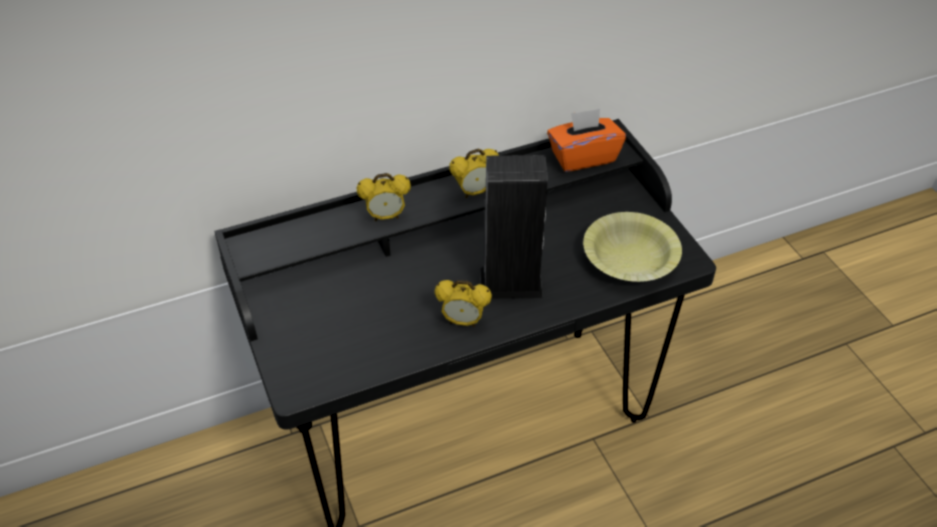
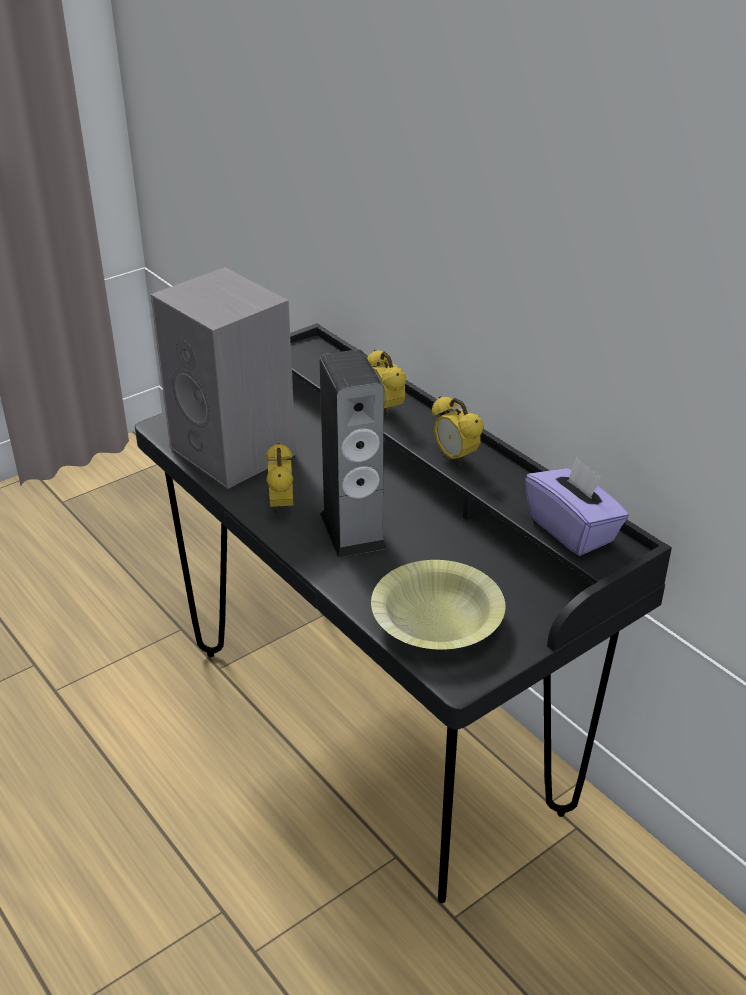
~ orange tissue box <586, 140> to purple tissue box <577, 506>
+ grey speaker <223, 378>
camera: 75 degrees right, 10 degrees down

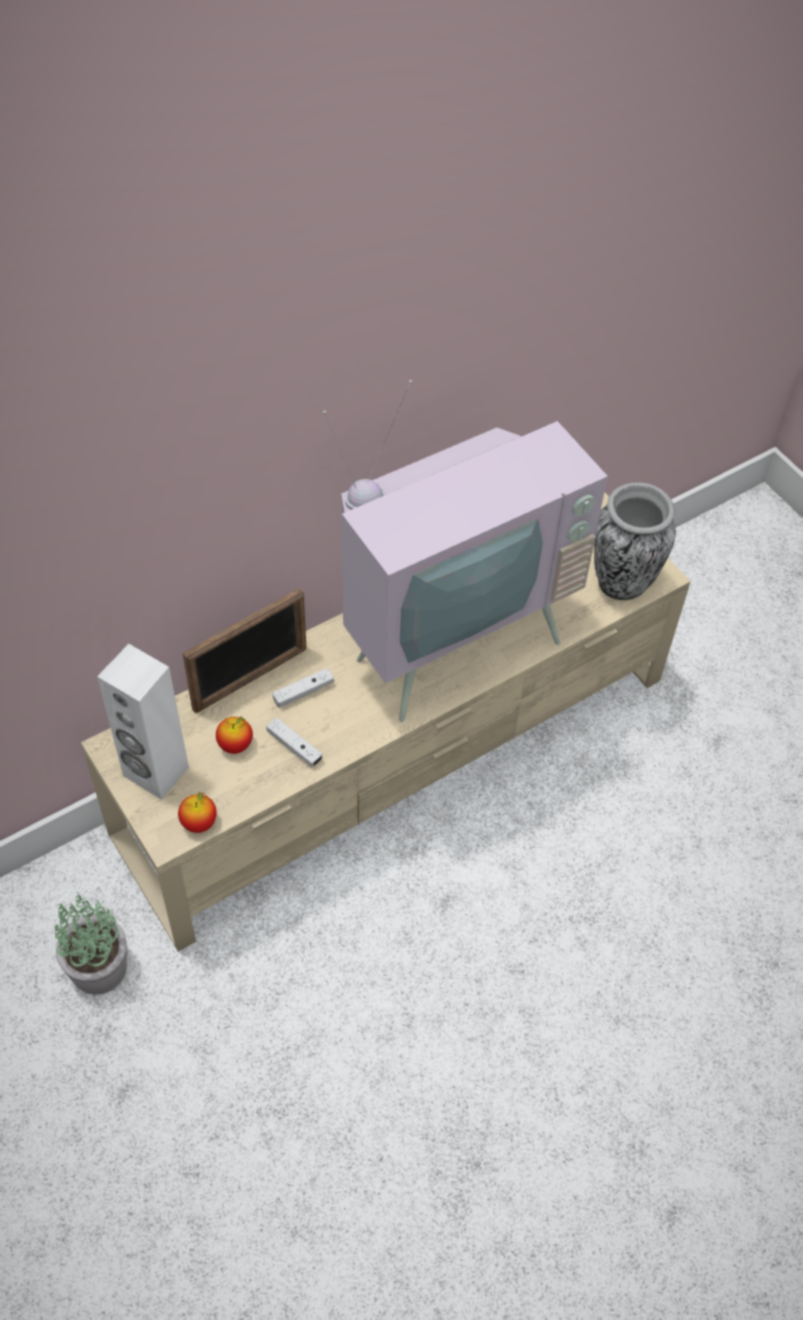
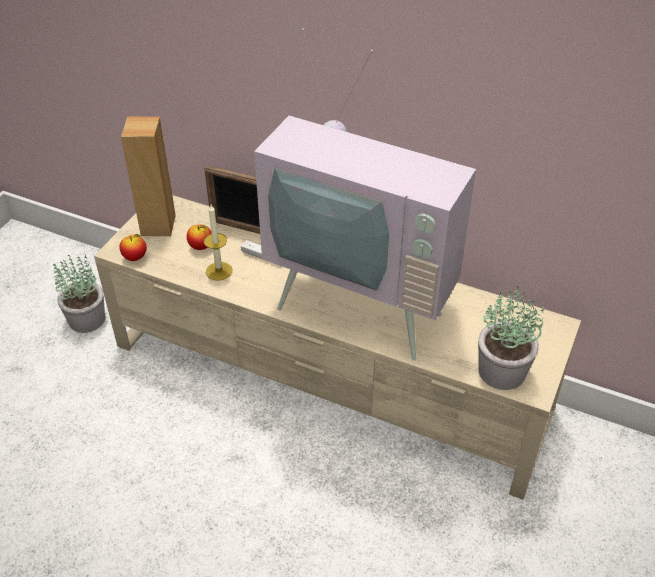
~ vase <635, 541> to potted plant <511, 338>
~ white speaker <143, 721> to brown speaker <148, 176>
~ white game controller <294, 742> to candle <218, 242>
camera: 60 degrees right, 10 degrees down

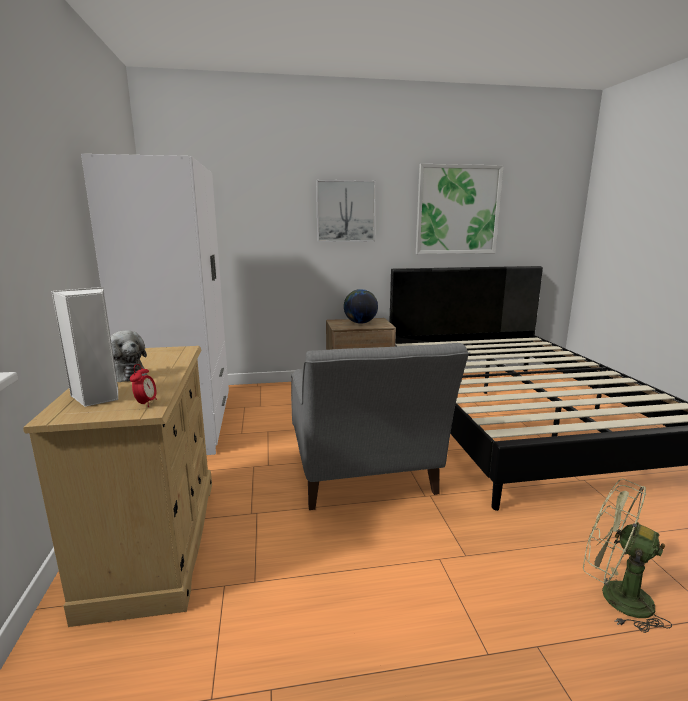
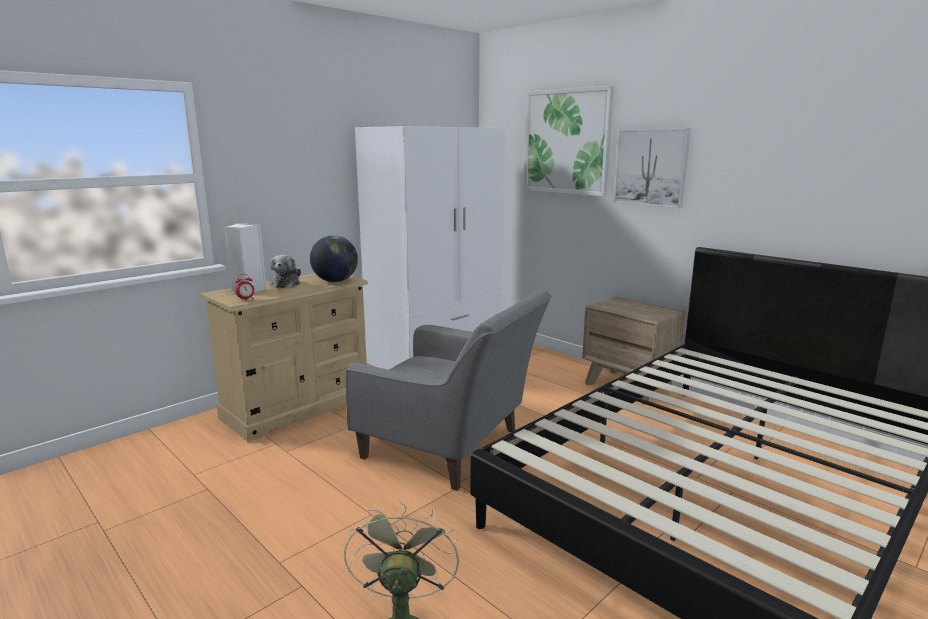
~ picture <460, 209> to <569, 141>
~ globe <361, 306> to <334, 258>
~ grey armchair <380, 426> = <449, 390> 105 degrees counterclockwise
camera: 55 degrees right, 0 degrees up

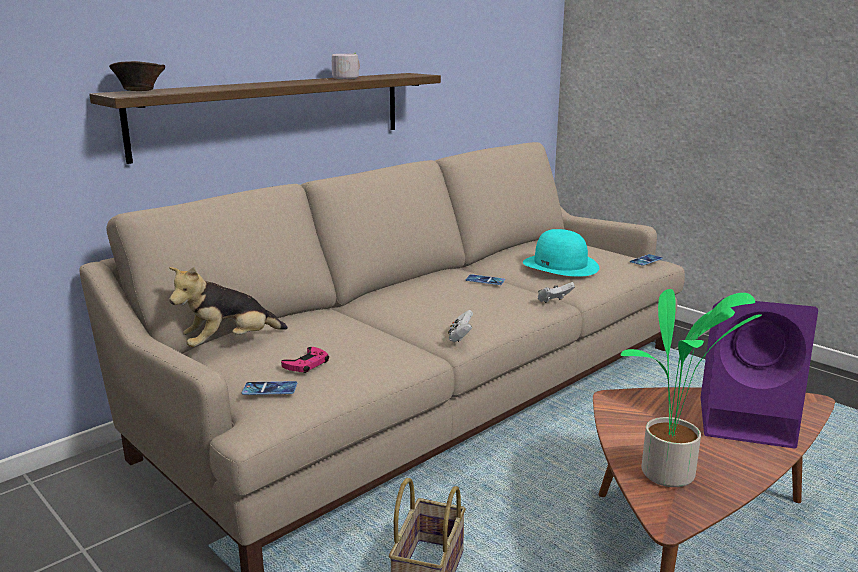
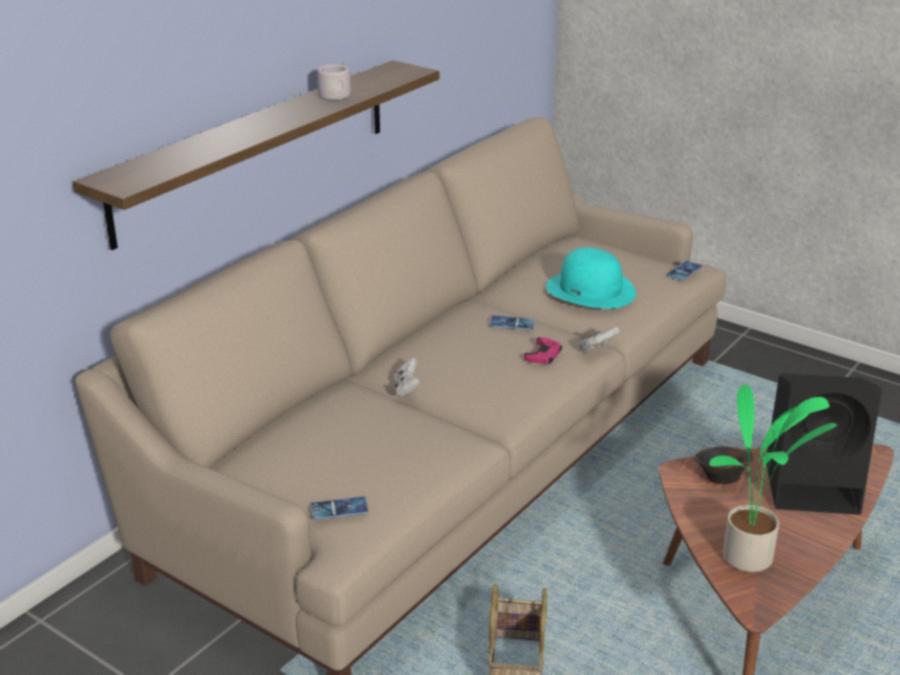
~ brown bowl <137, 76> to <723, 465>
- plush toy <228, 307>
~ purple speaker <759, 373> to black speaker <824, 444>
~ white game controller <460, 326> to <407, 377>
~ pink game controller <305, 360> to <543, 350>
camera: 10 degrees left, 10 degrees up

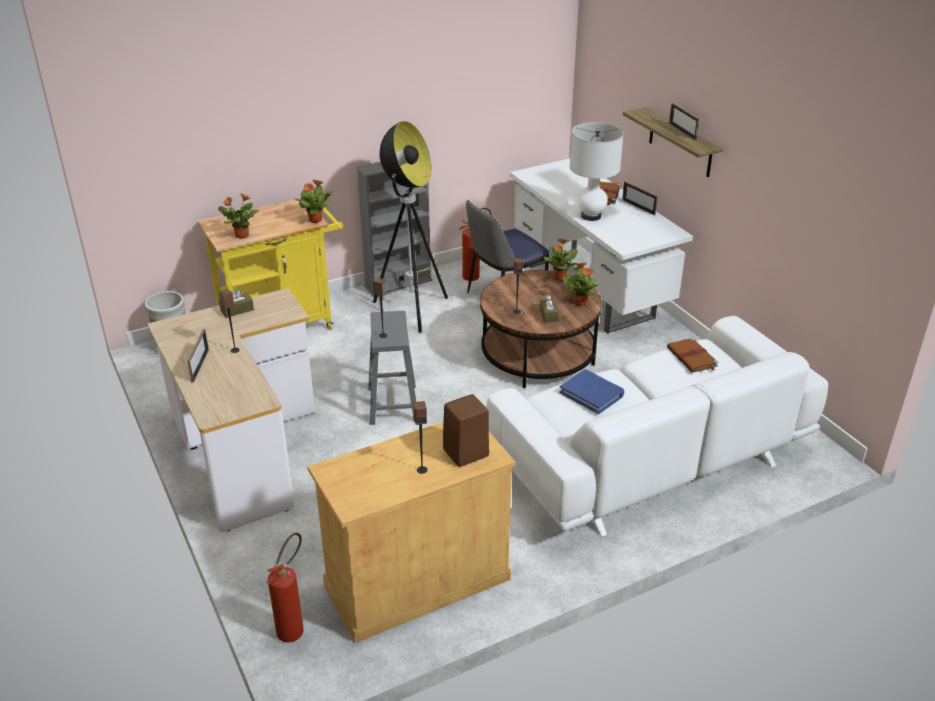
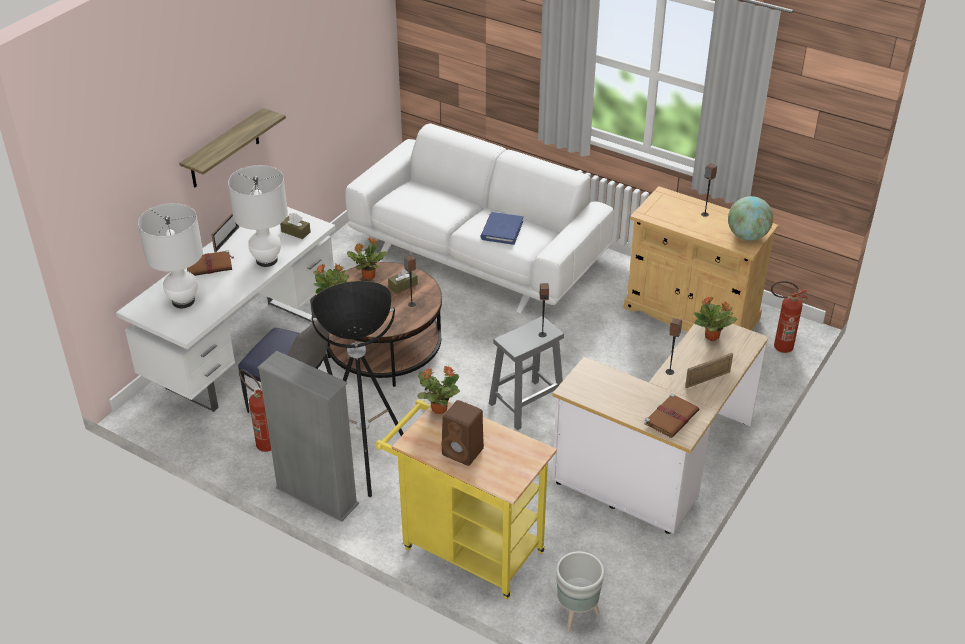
- picture frame <684, 121>
~ potted plant <239, 216> to <715, 319>
~ brown tissue box <236, 303> to <295, 226>
~ brown book <692, 355> to <672, 415>
~ brown speaker <466, 430> to <462, 433>
+ globe <750, 218>
+ white table lamp <170, 255>
camera: 120 degrees left, 5 degrees up

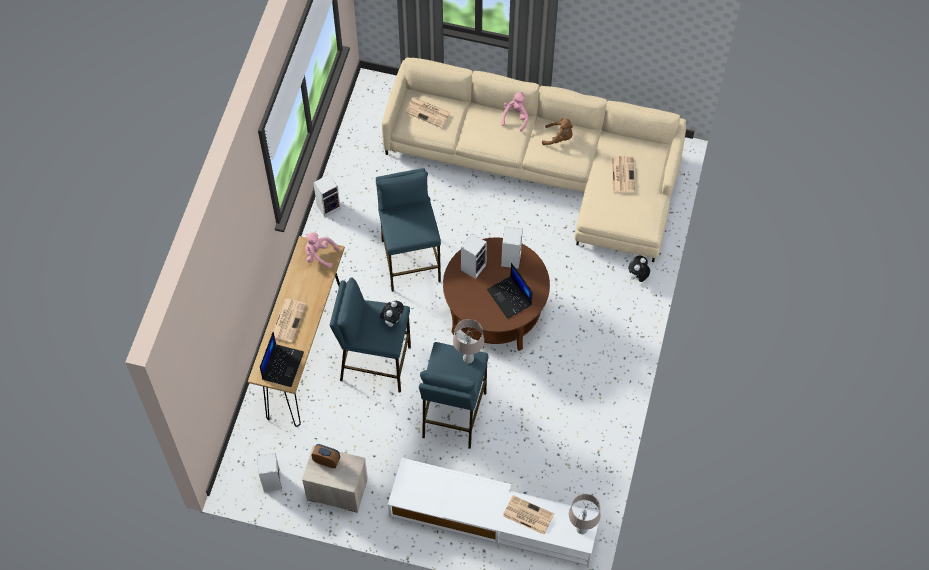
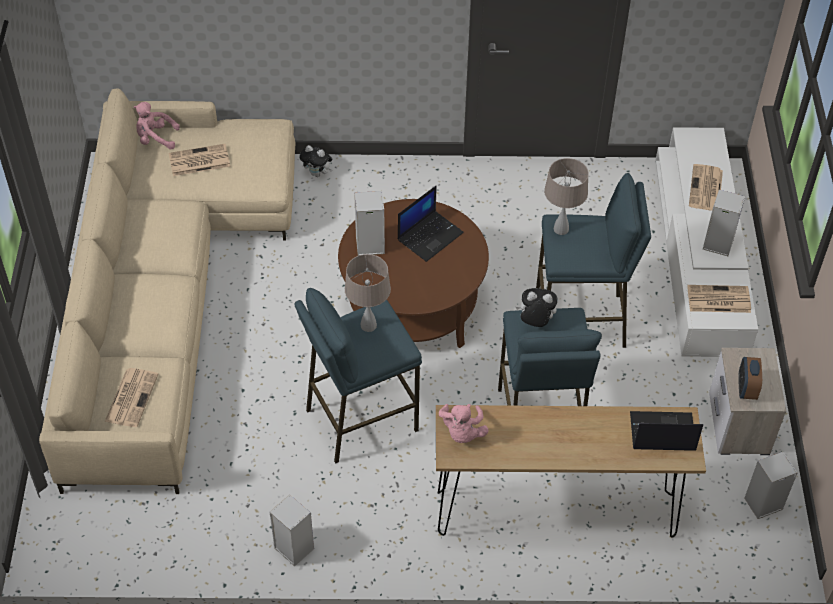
~ pink plush toy <515, 112> to <157, 125>
- brown plush toy <557, 131>
~ speaker <474, 256> to <724, 222>
~ newspaper <289, 321> to <719, 299>
~ beige table lamp <585, 514> to <368, 293>
camera: 105 degrees left, 10 degrees down

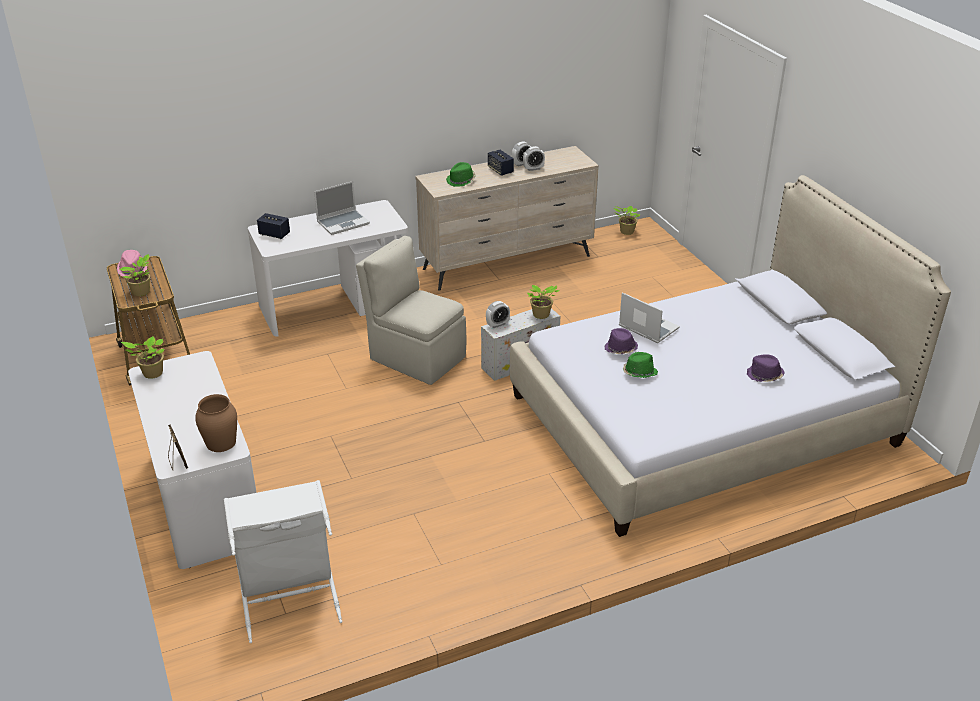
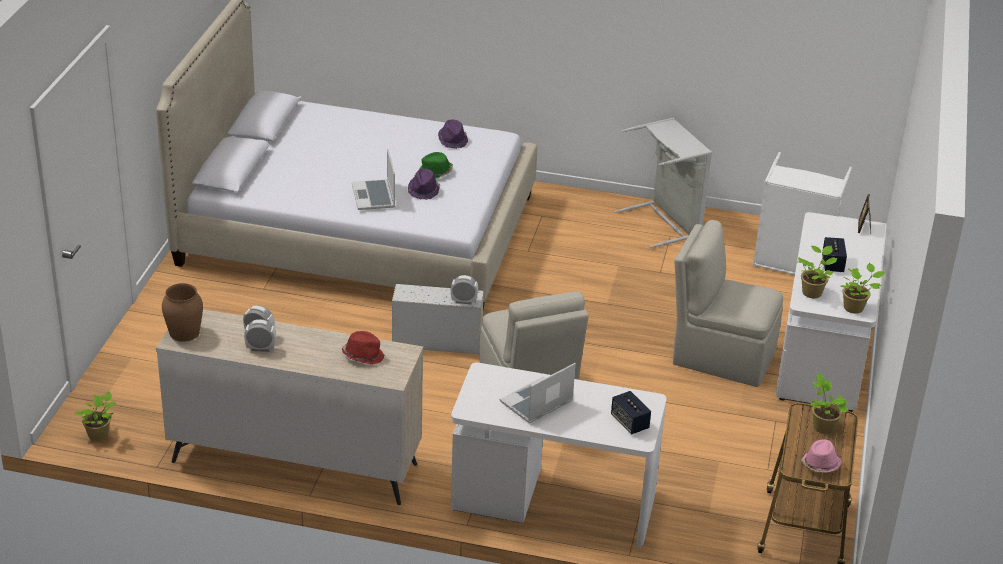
~ speaker <501, 163> to <834, 254>
~ green hat <460, 174> to red hat <363, 348>
~ laptop <342, 208> = <538, 393> 45 degrees counterclockwise
~ potted plant <543, 302> to <817, 272>
~ purple hat <766, 368> to <453, 134>
~ brown vase <216, 423> to <182, 312>
+ grey laundry basket <663, 183>
+ beige chair <728, 303>
camera: 145 degrees left, 0 degrees up

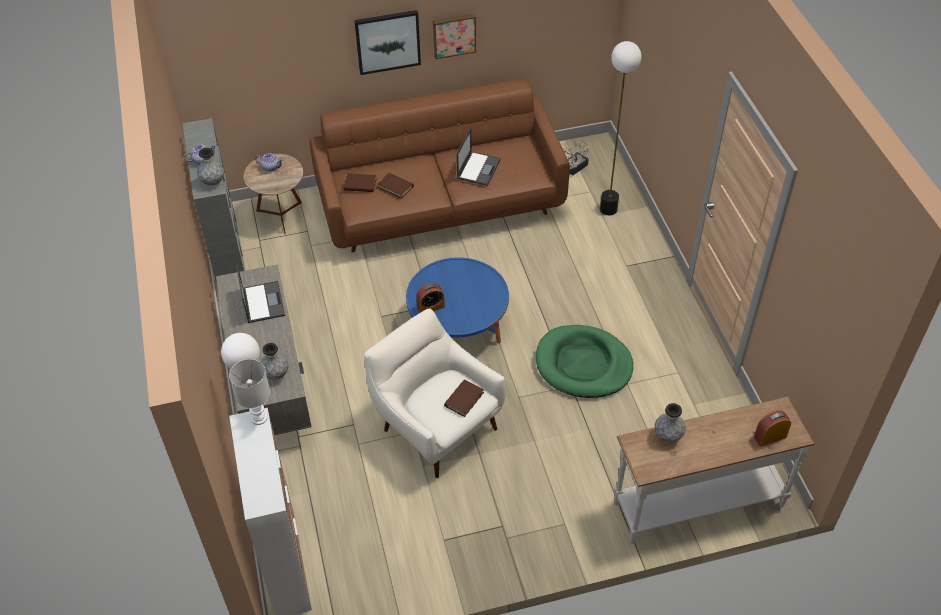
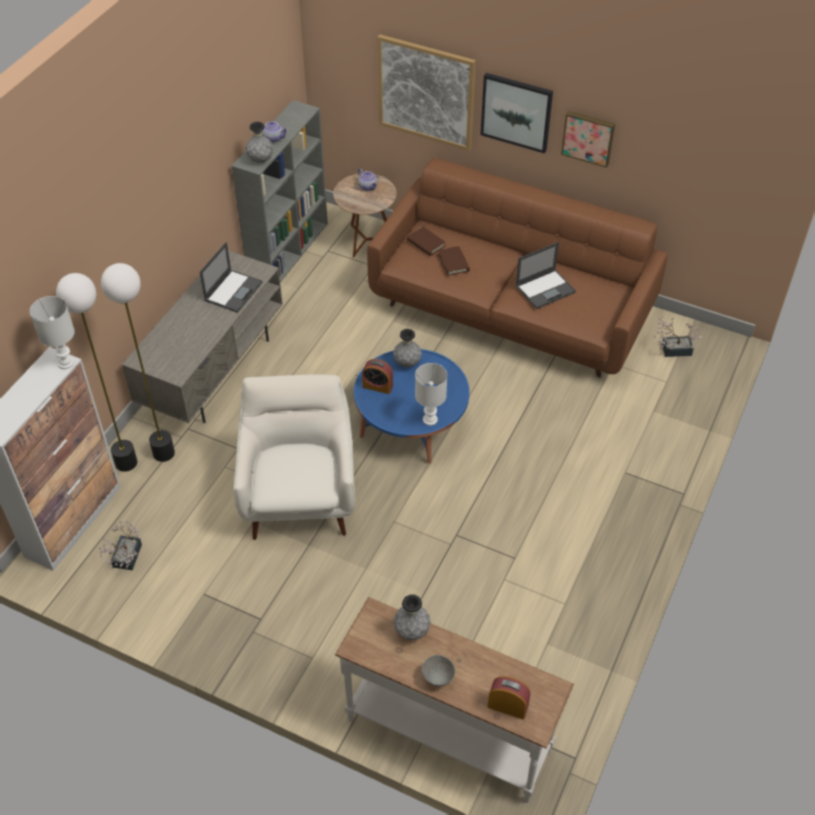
~ floor lamp <620, 128> to <138, 362>
- green dog bed <584, 361>
~ grey vase <274, 361> to <407, 348>
- brown book <464, 398>
+ picture <426, 92>
+ white table lamp <431, 394>
+ potted plant <120, 545>
+ grey bowl <438, 671>
camera: 40 degrees right, 0 degrees up

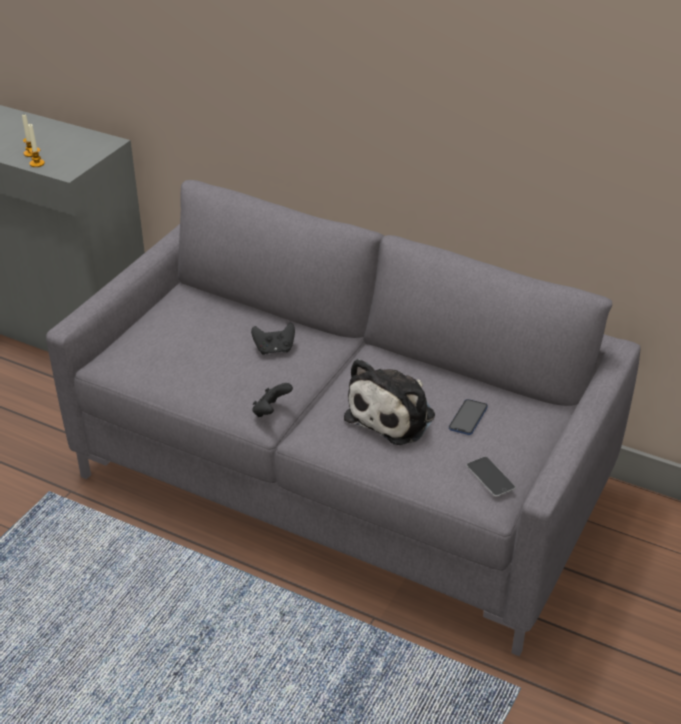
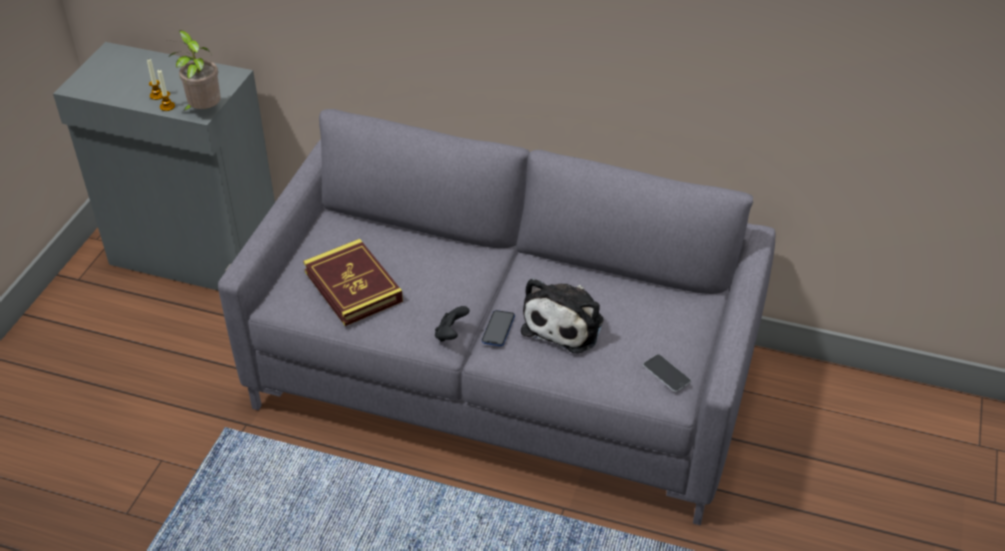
- black game controller <273, 339>
~ phone <468, 417> to <498, 328>
+ potted plant <192, 71>
+ book <353, 282>
camera: 10 degrees left, 5 degrees up

